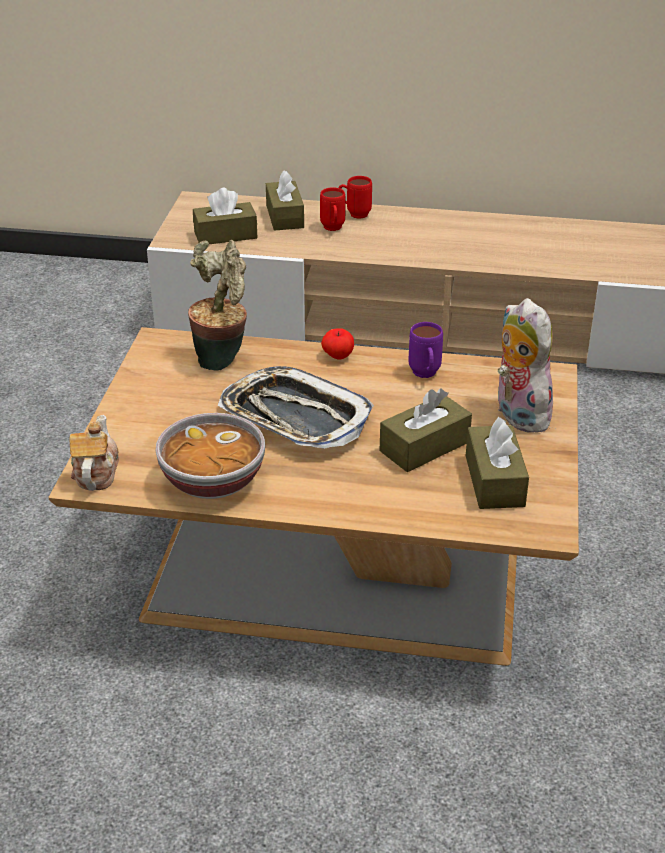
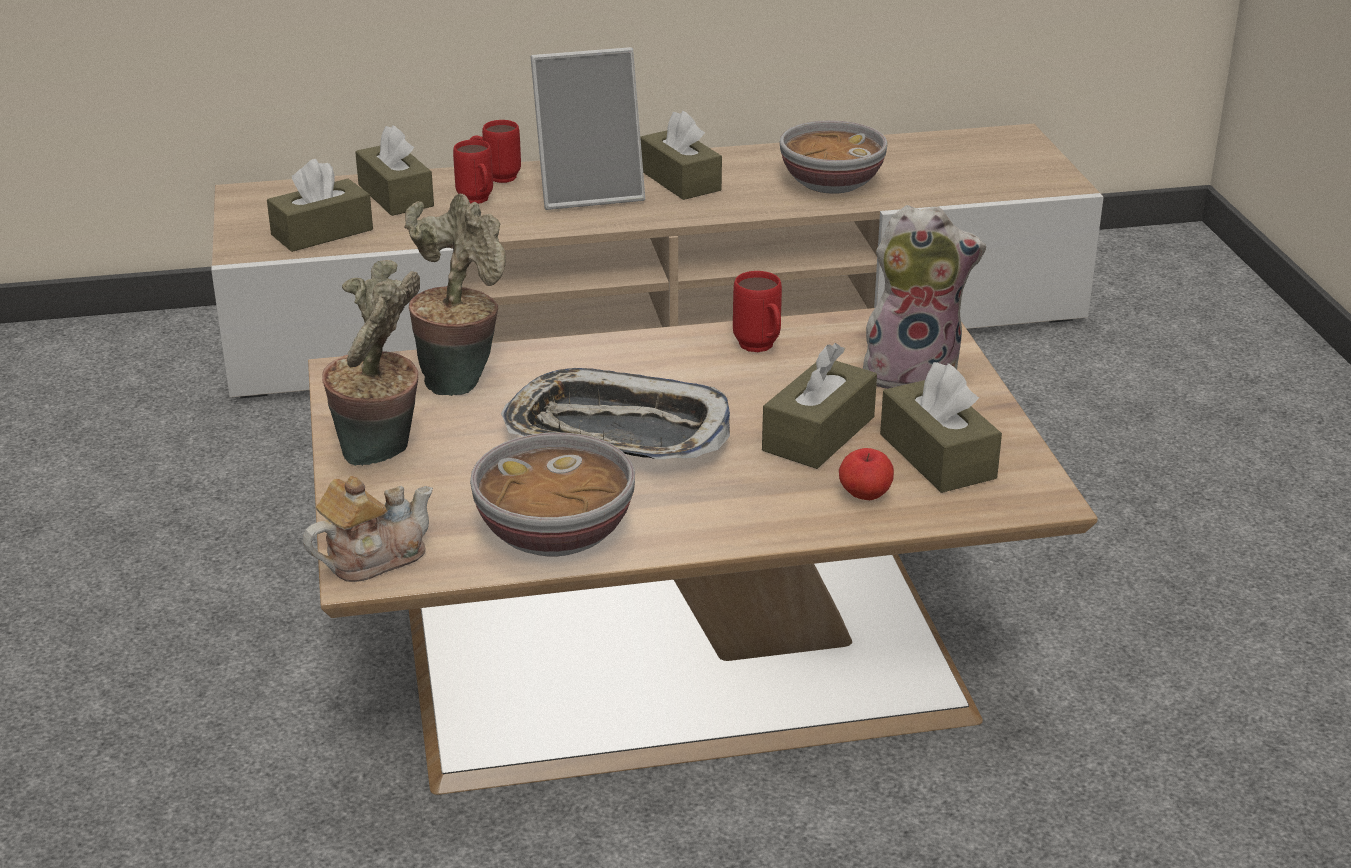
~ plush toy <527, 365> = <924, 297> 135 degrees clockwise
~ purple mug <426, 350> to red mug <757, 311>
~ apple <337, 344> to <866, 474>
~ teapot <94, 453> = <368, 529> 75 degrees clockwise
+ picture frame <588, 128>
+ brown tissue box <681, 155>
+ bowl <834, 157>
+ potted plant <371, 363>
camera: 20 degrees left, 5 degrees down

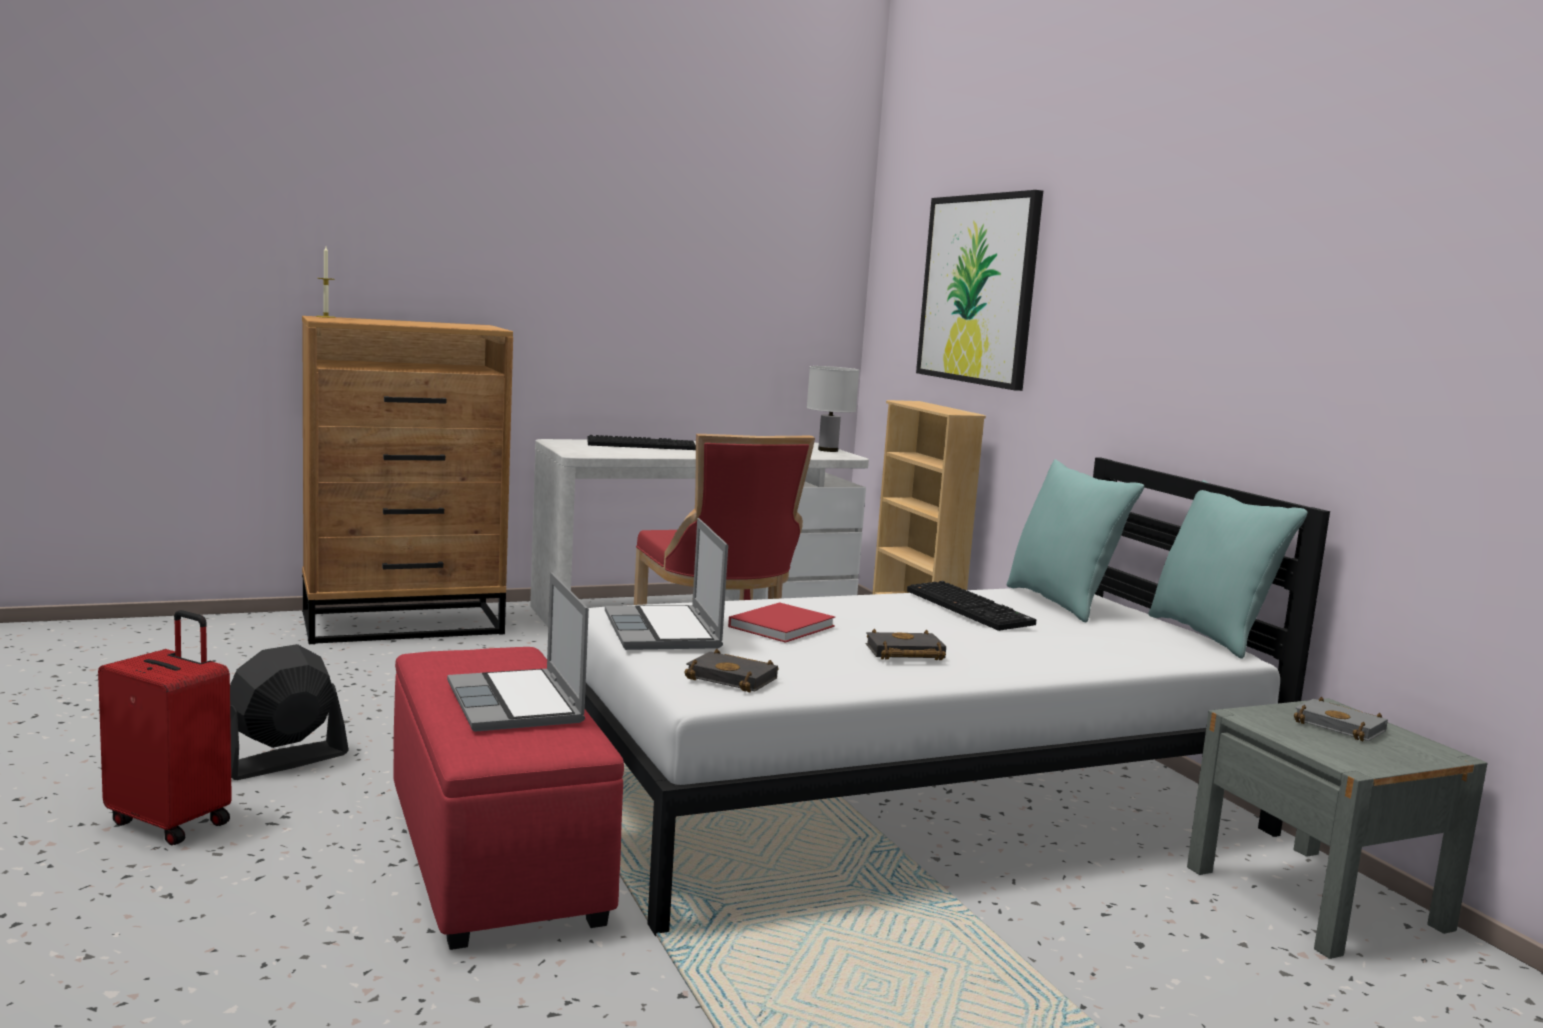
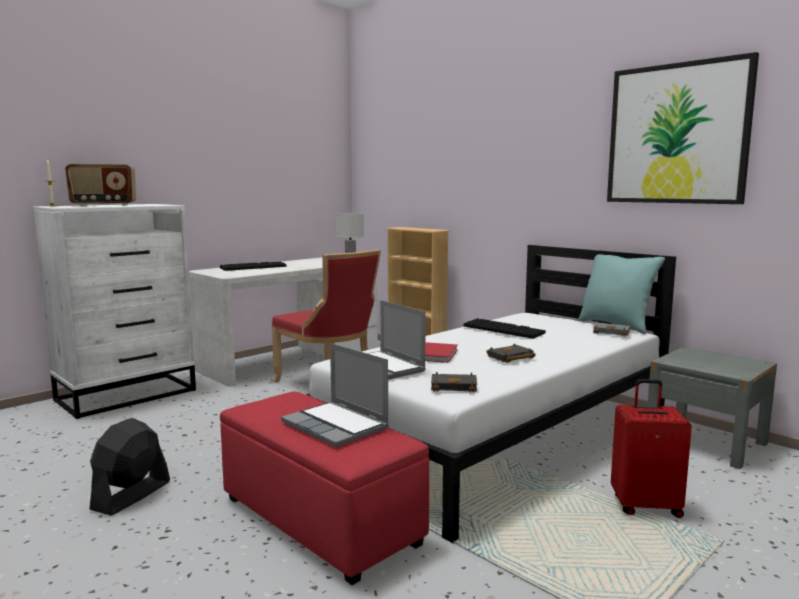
~ picture <979, 290> to <683, 128>
~ brown dresser <407, 480> to white dresser <114, 311>
- turquoise pillow <1075, 541>
~ red suitcase <165, 727> to <651, 448>
~ grey book <1340, 719> to <611, 328>
+ radio <100, 185>
camera: 20 degrees left, 0 degrees up

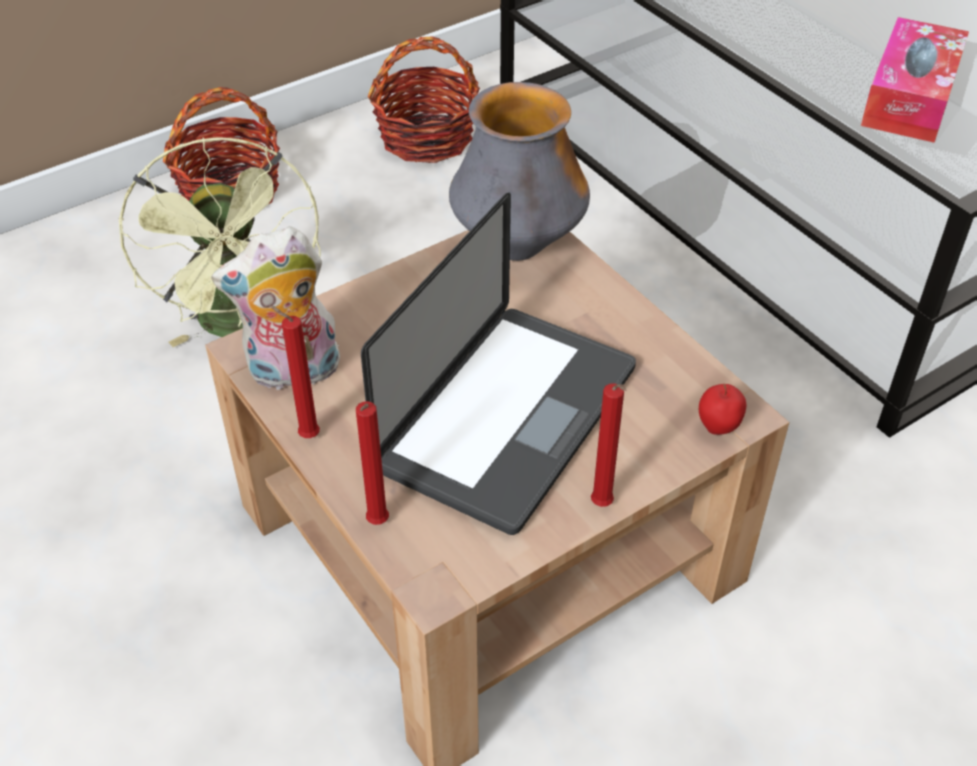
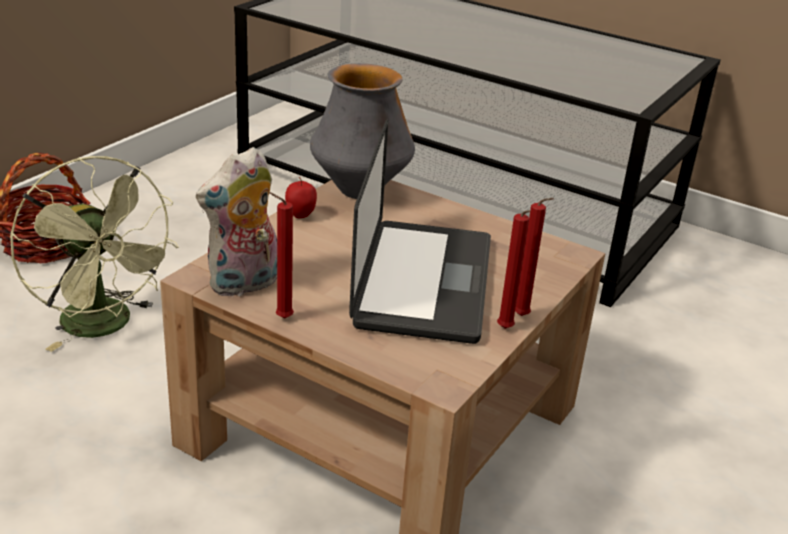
- tissue box <915, 80>
- basket <424, 99>
~ apple <722, 409> to <301, 197>
~ red candle <372, 463> to <514, 269>
camera: 25 degrees left, 15 degrees down

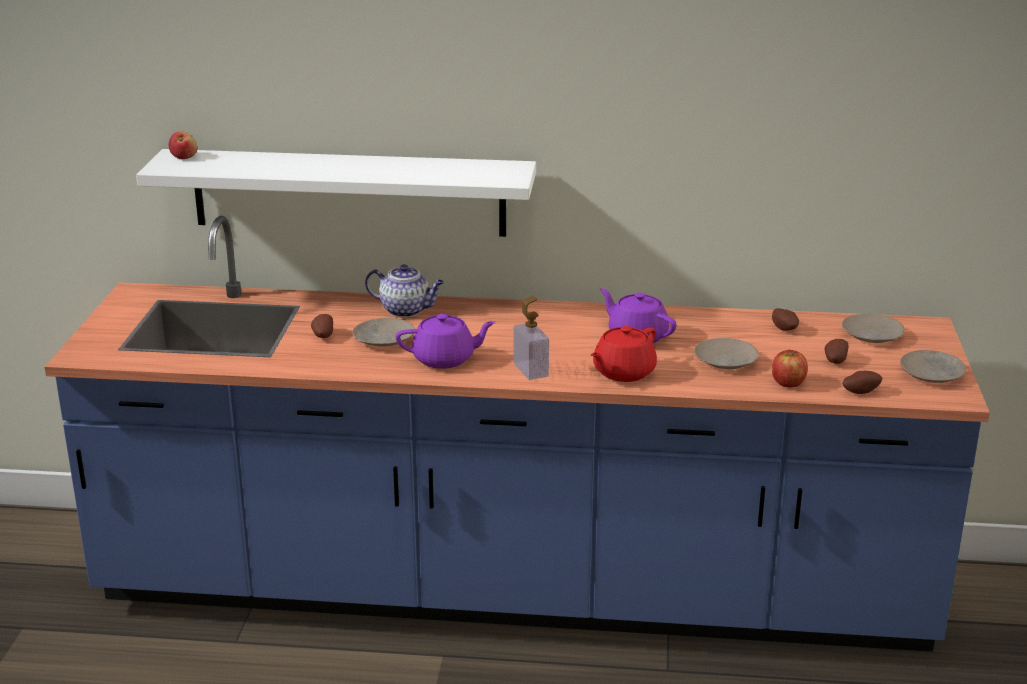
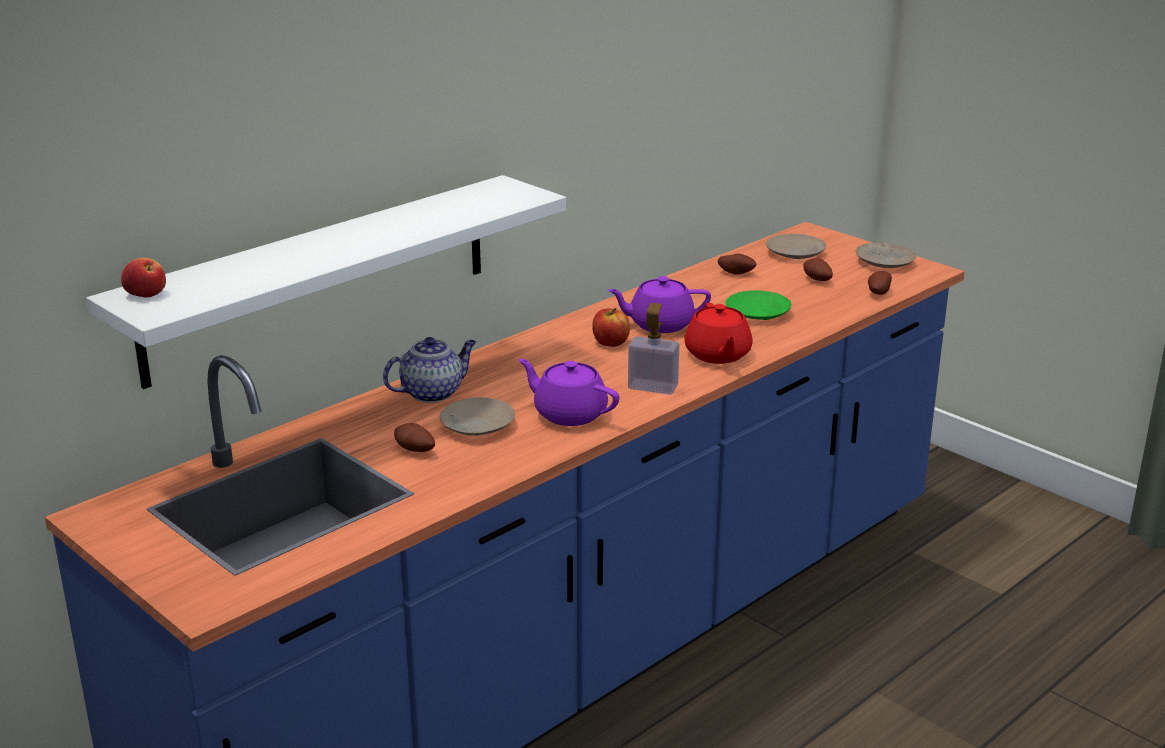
~ purple teapot <446, 341> = <568, 392> 90 degrees counterclockwise
~ beige plate <726, 353> to green plate <758, 305>
~ apple <790, 368> to <611, 327>
camera: 50 degrees left, 0 degrees up

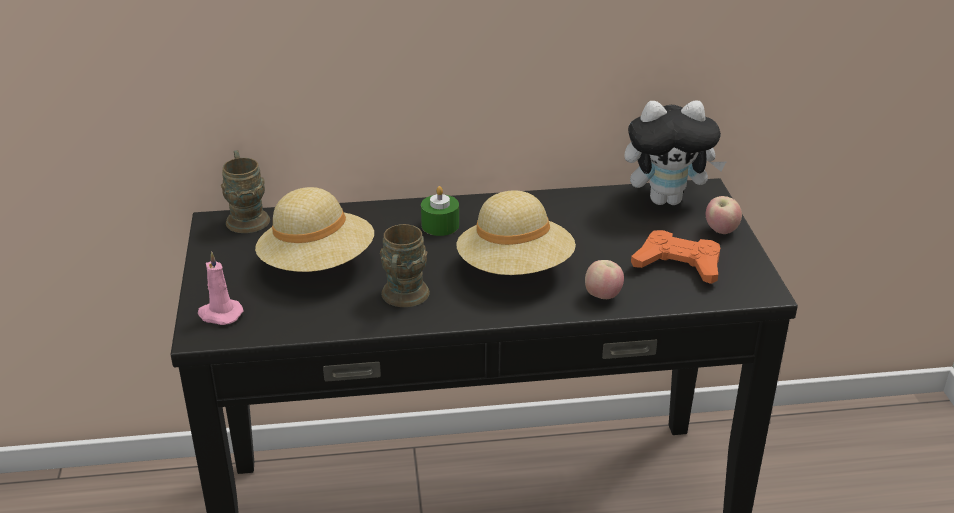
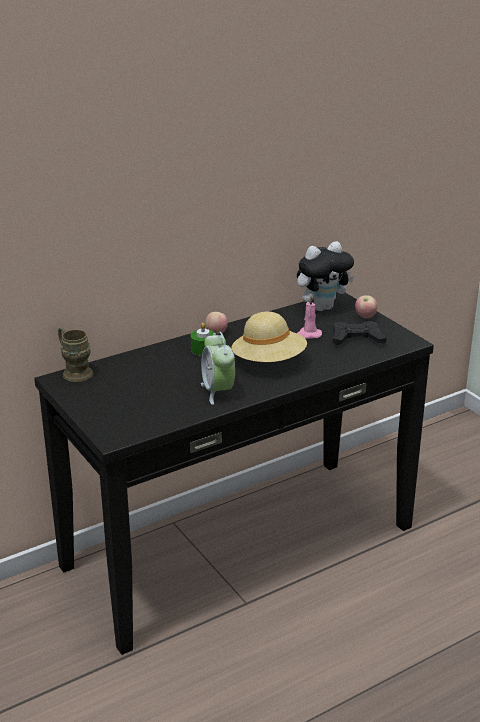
- beige hat <314, 229>
~ brown mug <405, 265> to alarm clock <218, 368>
~ orange game controller <675, 257> to black game controller <360, 333>
~ pink candle <220, 288> to <309, 317>
~ apple <604, 279> to <216, 323>
camera: 25 degrees left, 5 degrees down

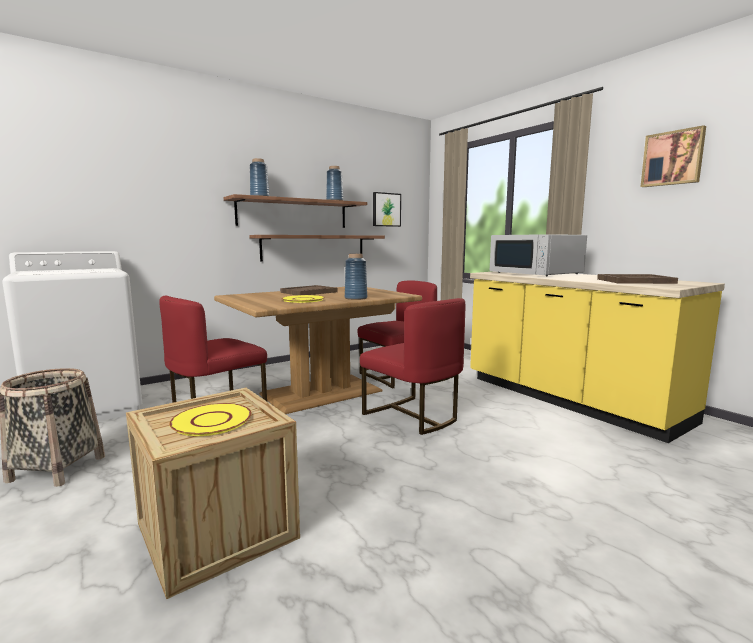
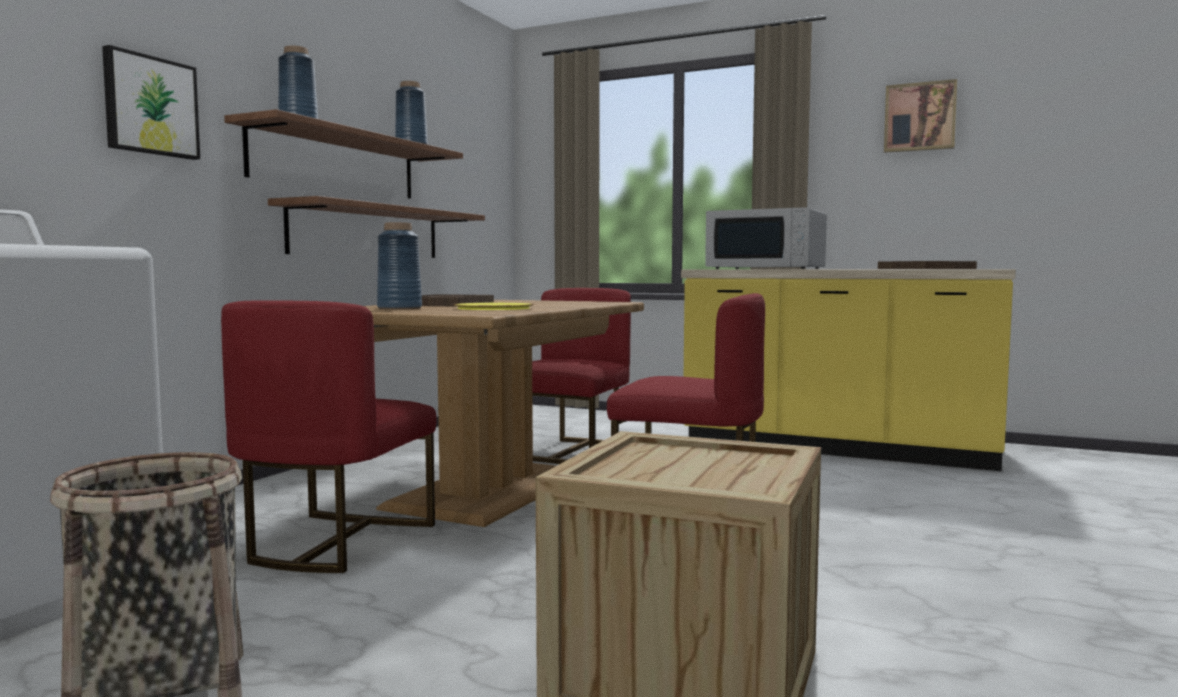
~ picture <387, 209> to <151, 102>
~ blue vase <356, 277> to <399, 266>
- yellow plate <210, 419>
camera: 30 degrees left, 5 degrees down

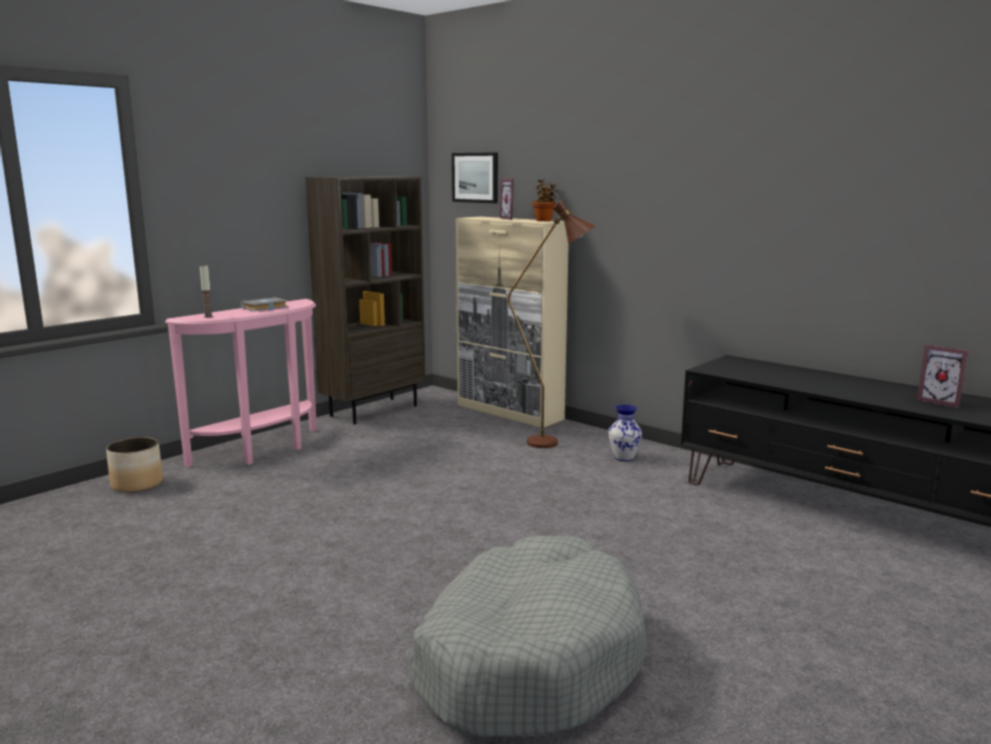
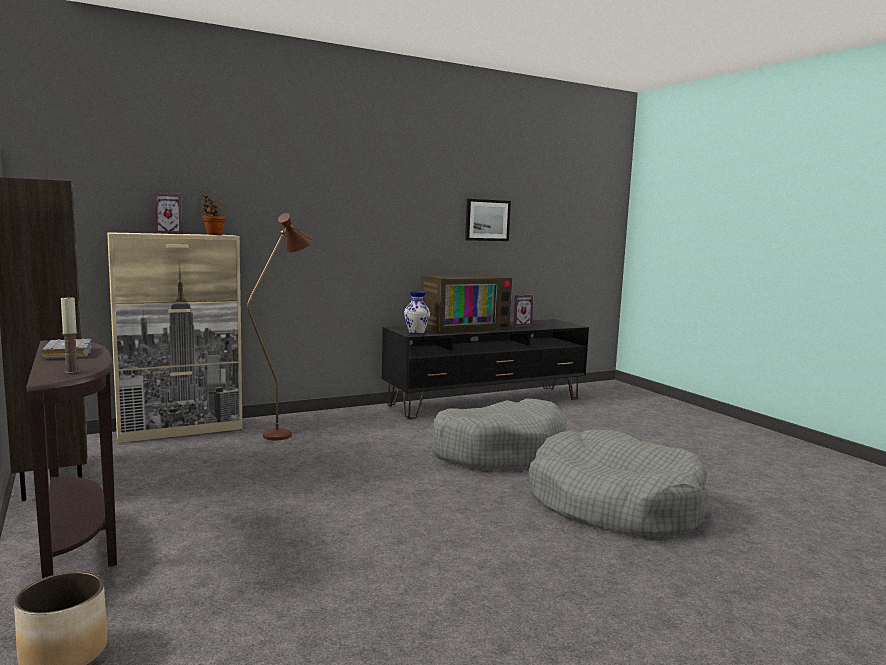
~ picture <475, 177> to <488, 220>
~ pink console table <241, 383> to brown console table <71, 460>
~ vase <625, 432> to <417, 312>
+ television <466, 303>
+ grey dog bed <498, 434>
camera: 70 degrees left, 5 degrees down

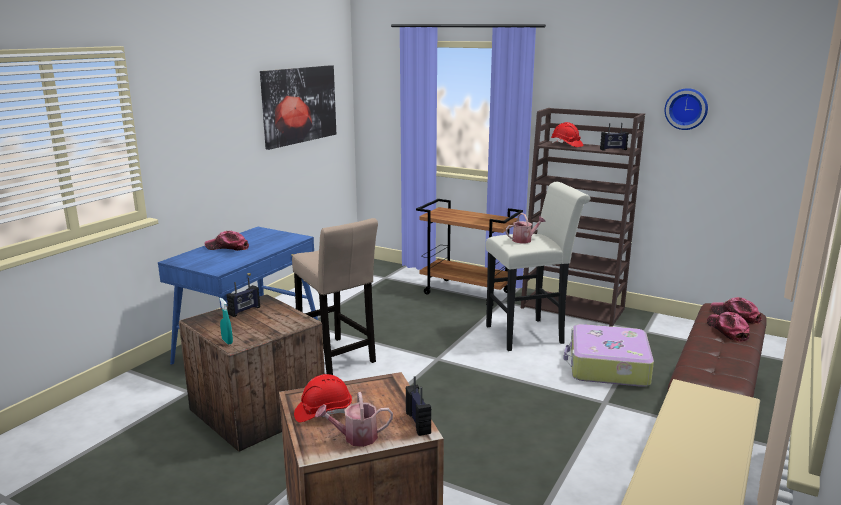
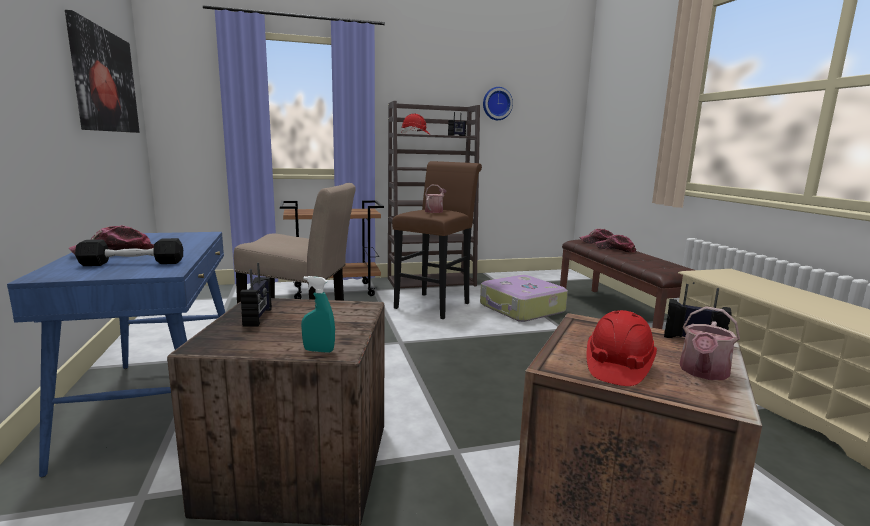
~ white stool <538, 266> to brown stool <437, 240>
+ black dumbbell <129, 252>
camera: 45 degrees left, 5 degrees down

